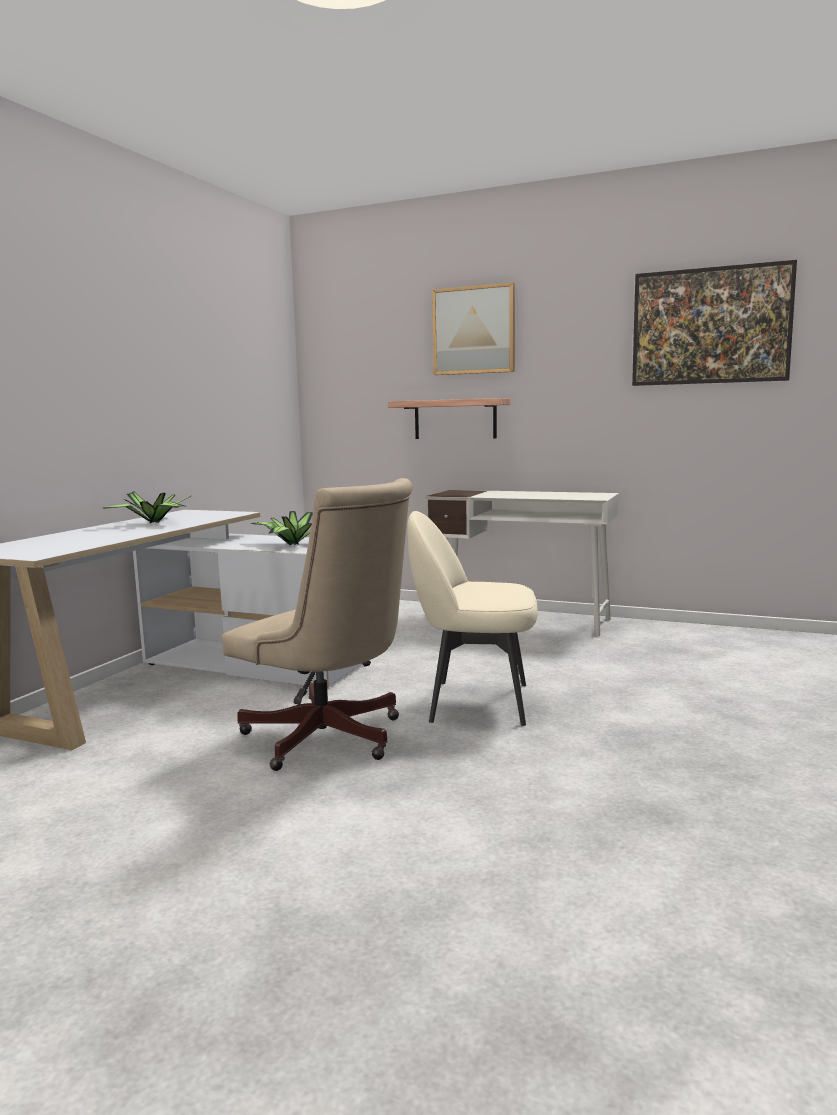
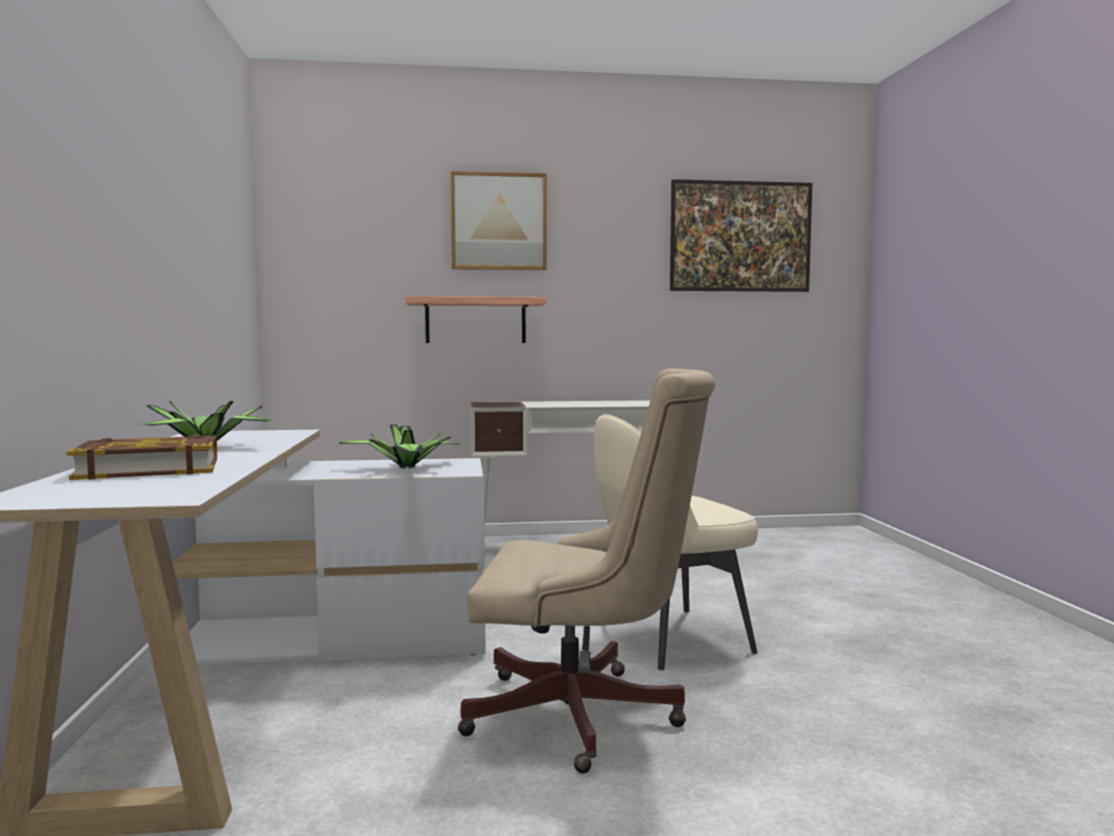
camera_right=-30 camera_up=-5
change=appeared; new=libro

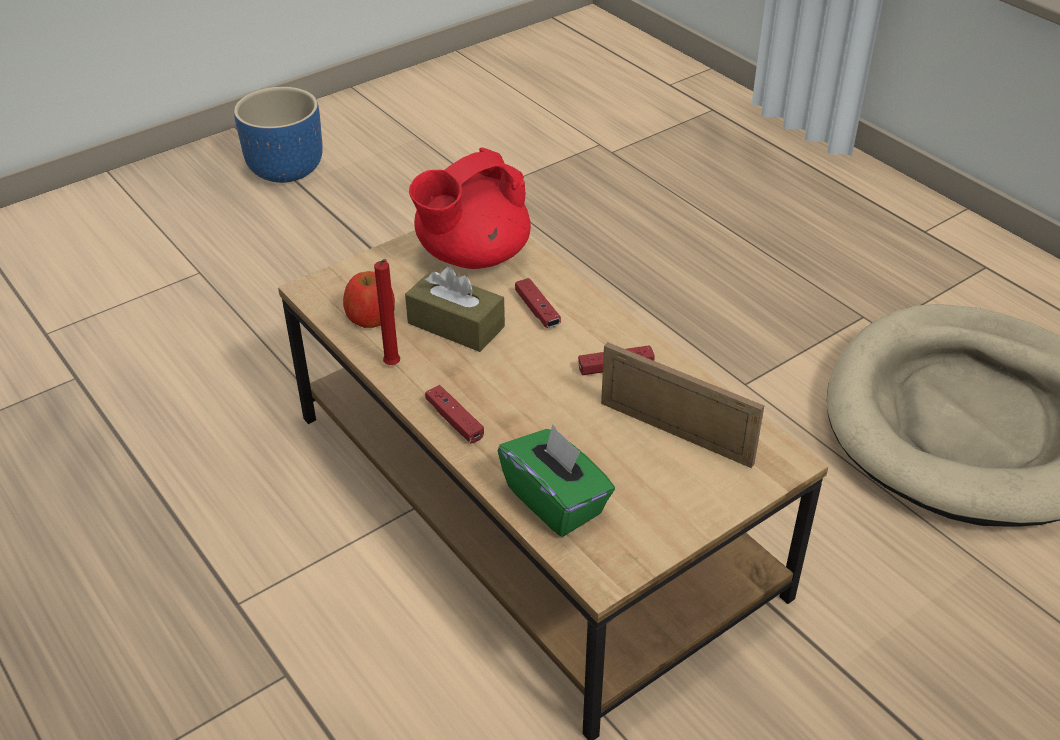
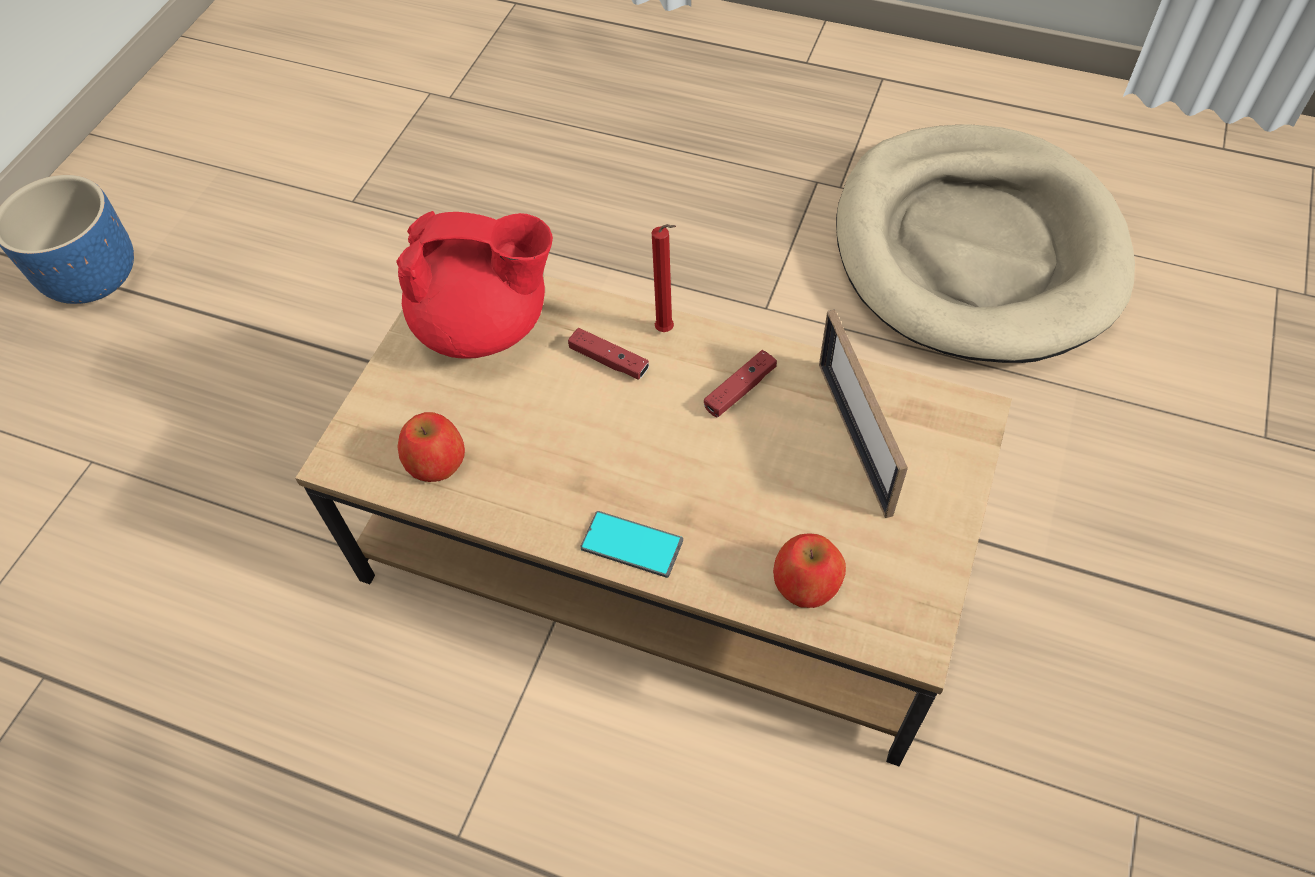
camera_right=-30 camera_up=15
change=spun; old=tetera [rojo]; degrees=-105
change=exchanged; old=mando de consola [rojo] (no. 1 from left); new=móvil
change=relocated; old=vela [rojo]
change=exchanged; old=caja de pañuelos [verde]; new=manzana (no. 2 from left)
change=spun; old=portarretratos; degrees=-105
change=missing; old=caja de pañuelos [marrón]

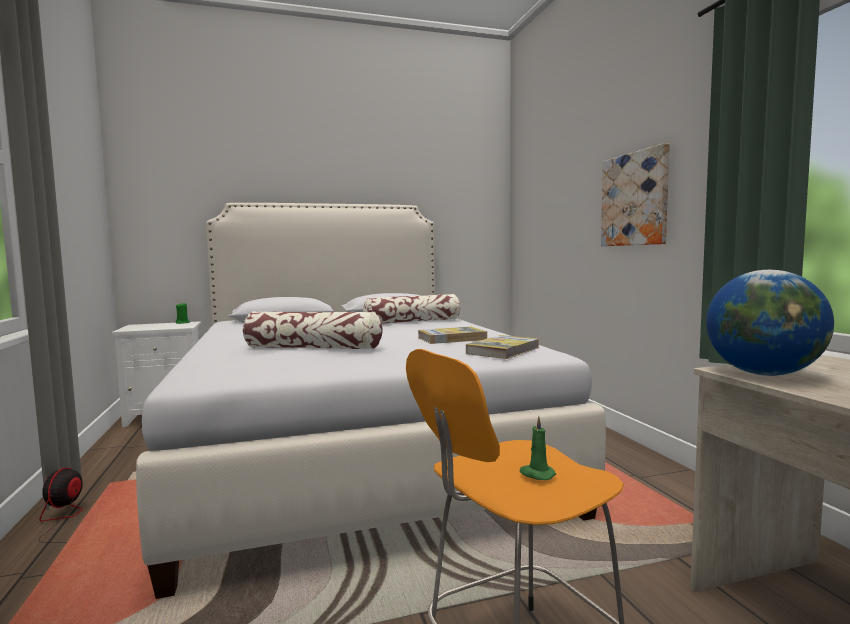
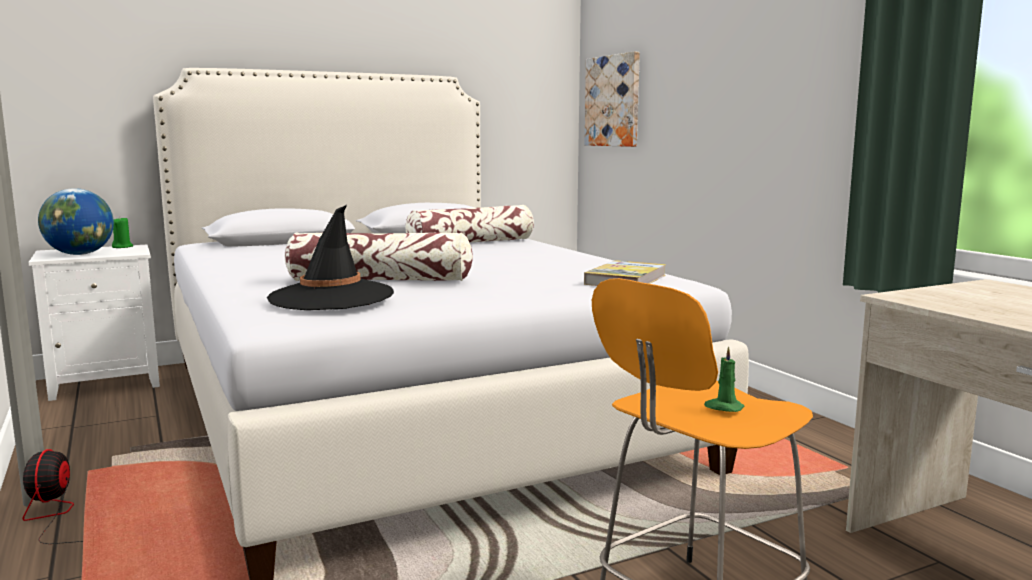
camera_right=-10 camera_up=5
change=relocated; old=globo terráqueo
change=appeared; new=sombrero [negro]
change=relocated; old=cuadro
change=missing; old=libro (no. 1 from left)

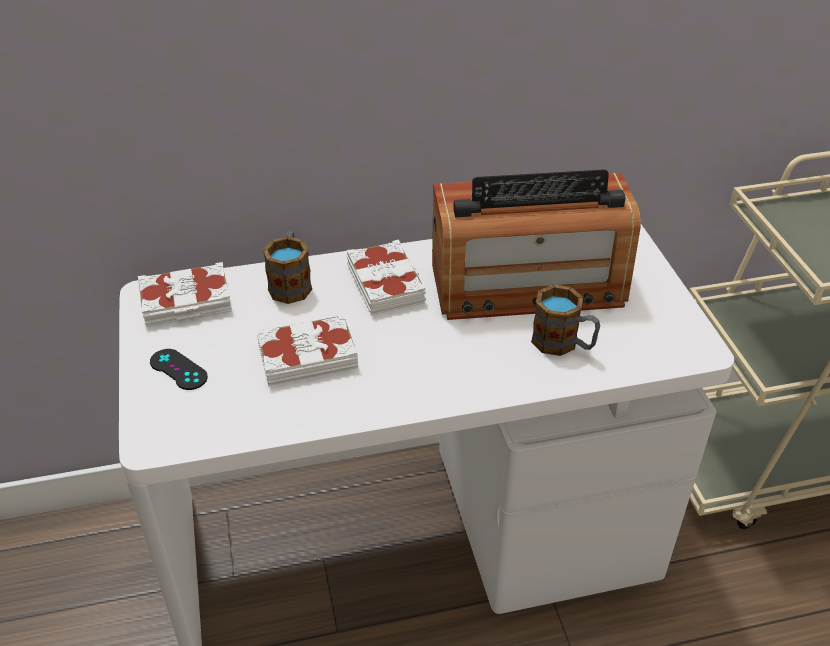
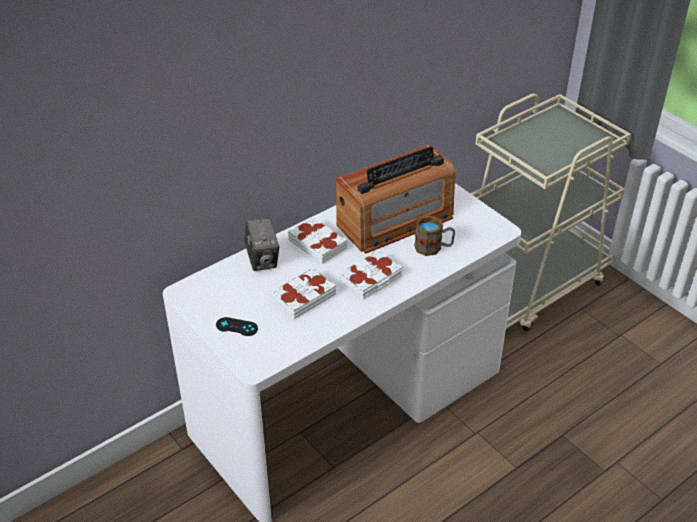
camera_right=-25 camera_up=0
change=exchanged; old=taza grande (no. 1 from left); new=cámara
change=relocated; old=libro [blanco] (no. 1 from left in the first image); new=libro [blanco] (no. 3 from left)

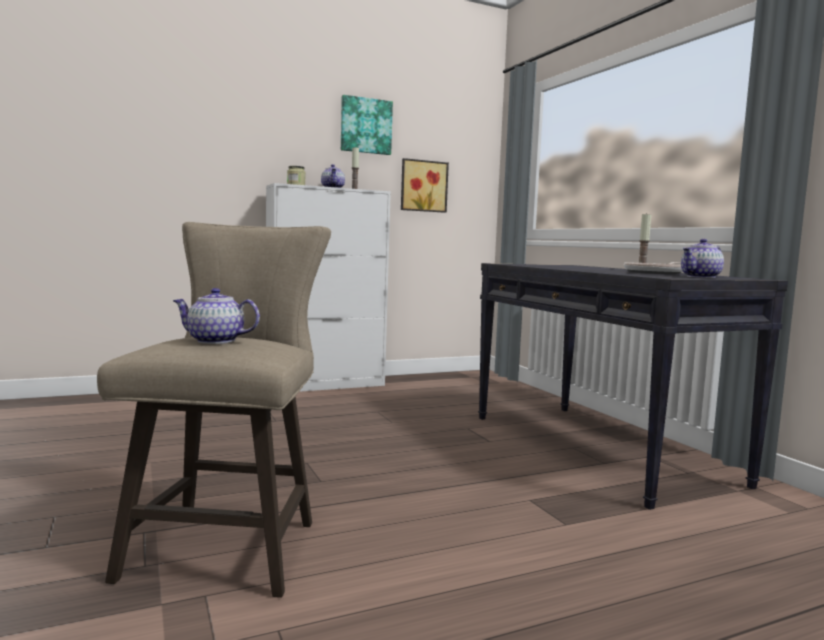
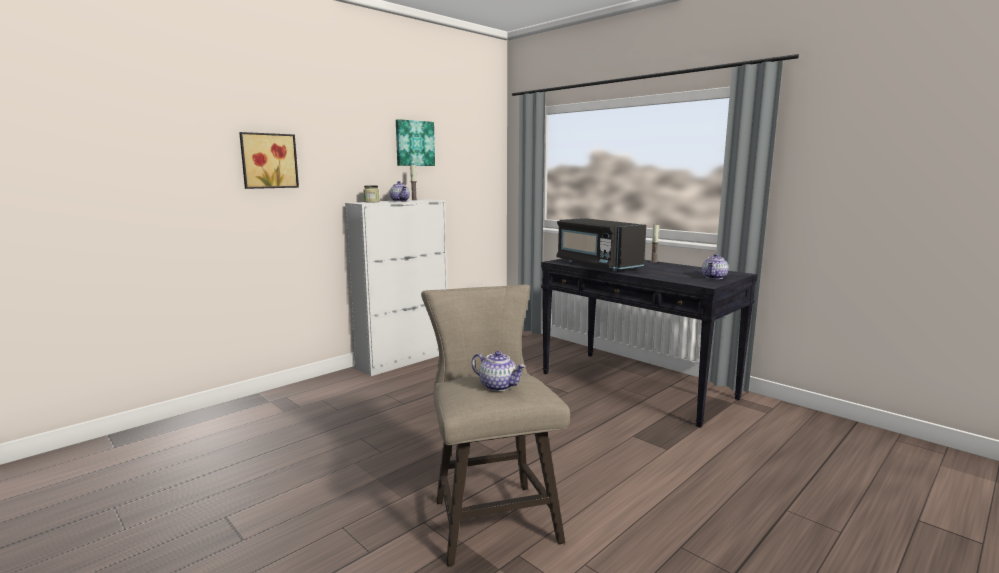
camera_right=-20 camera_up=5
change=relocated; old=cuadro (no. 2 from left in the first image); new=cuadro (no. 1 from left)
change=spun; old=tetera (no. 1 from left in the first image); degrees=-135
change=appeared; new=microondas [negro]
change=missing; old=sartén

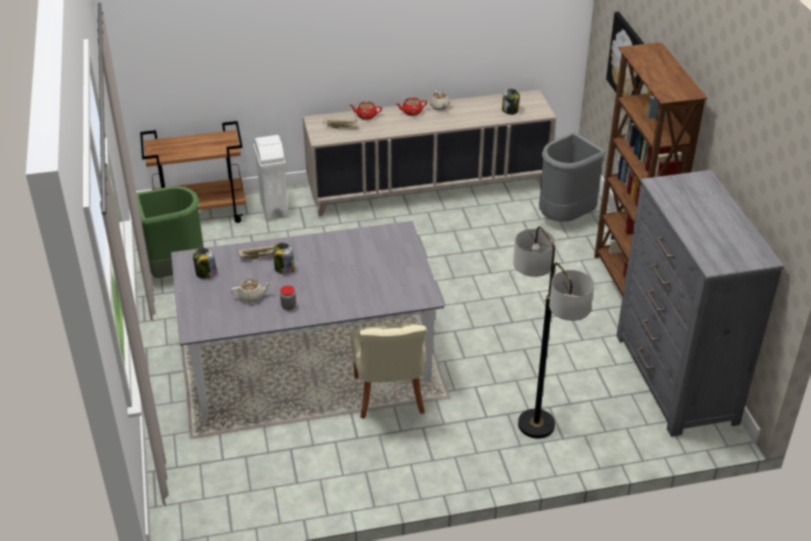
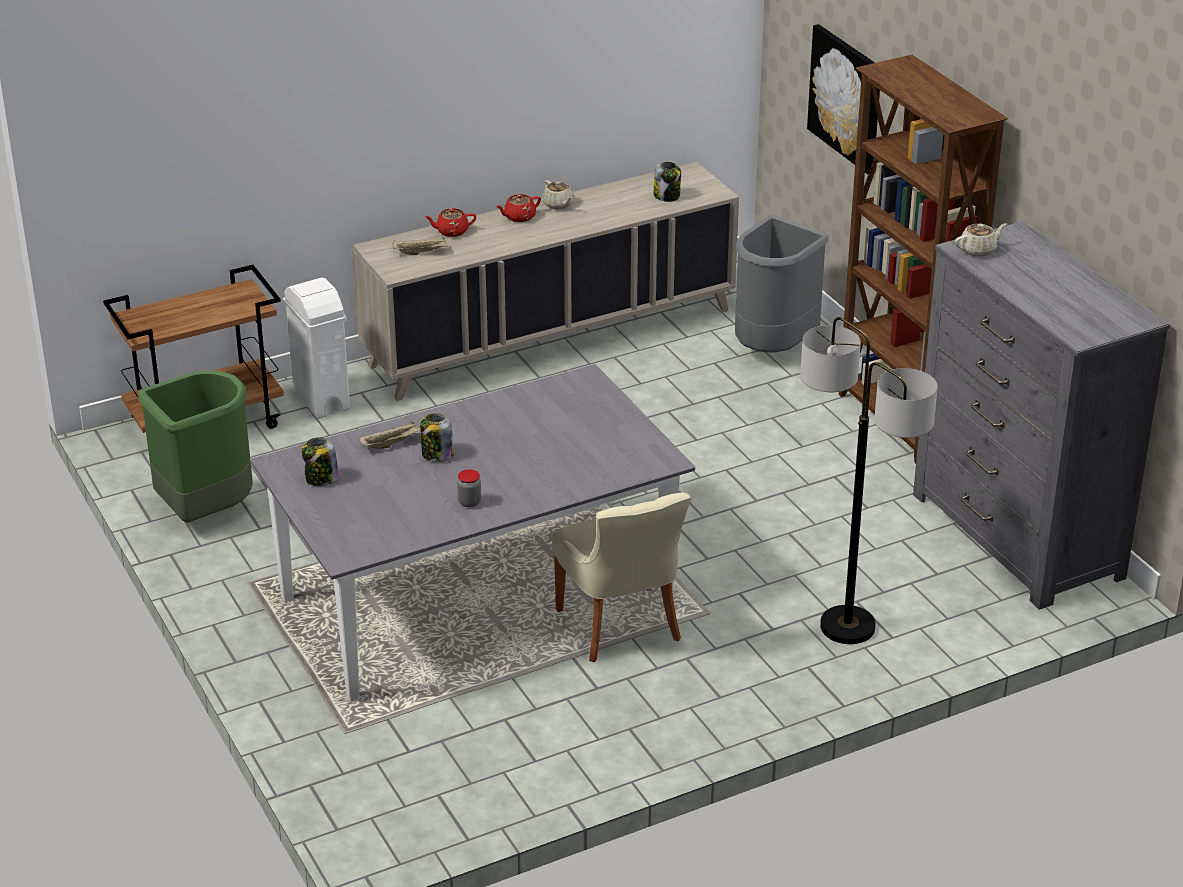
camera_right=-15 camera_up=-5
change=relocated; old=tetera [beis] (no. 1 from left in the first image); new=tetera [beis] (no. 2 from left)

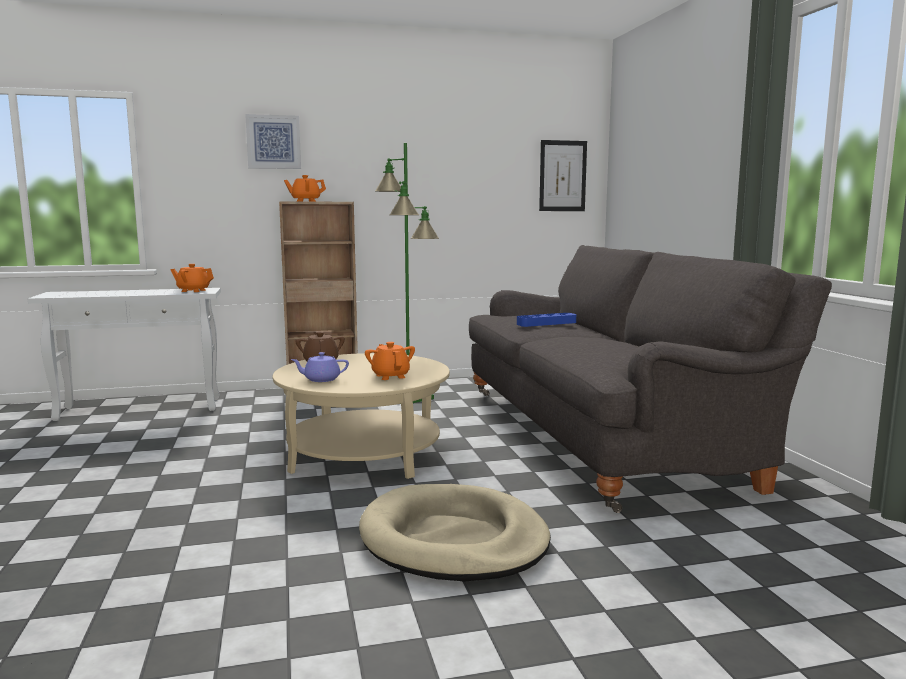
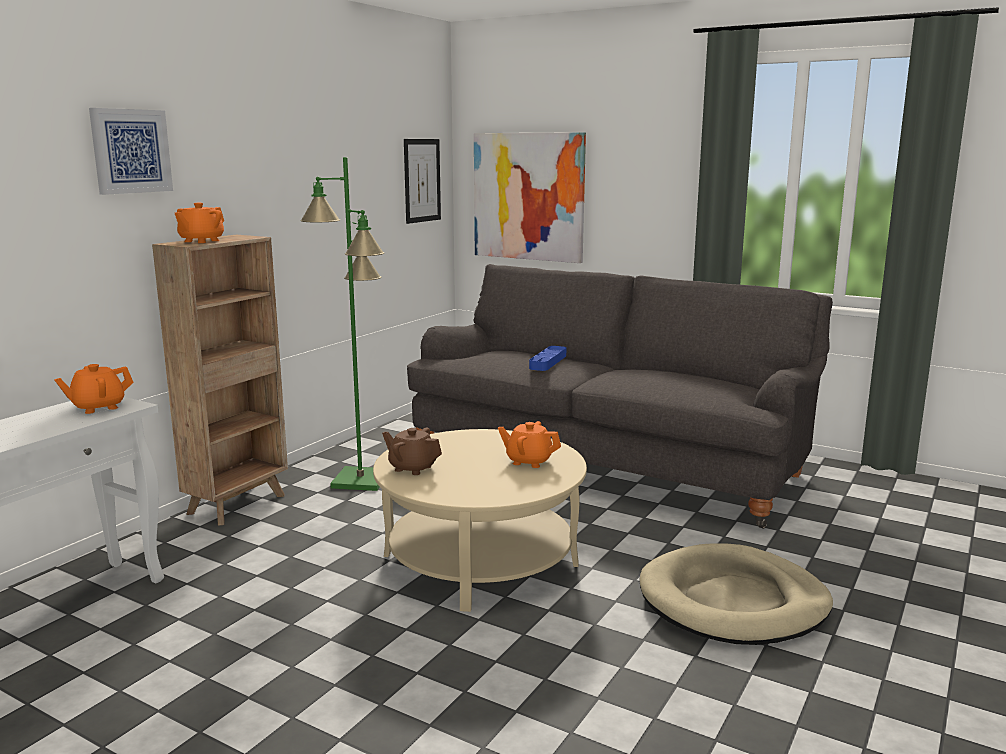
camera_right=-45 camera_up=5
change=appeared; new=cuadro (no. 3 from left)
change=missing; old=tetera [morado]

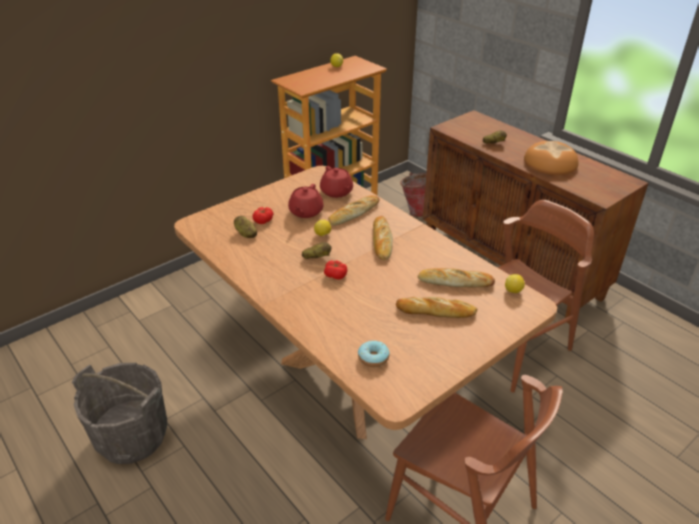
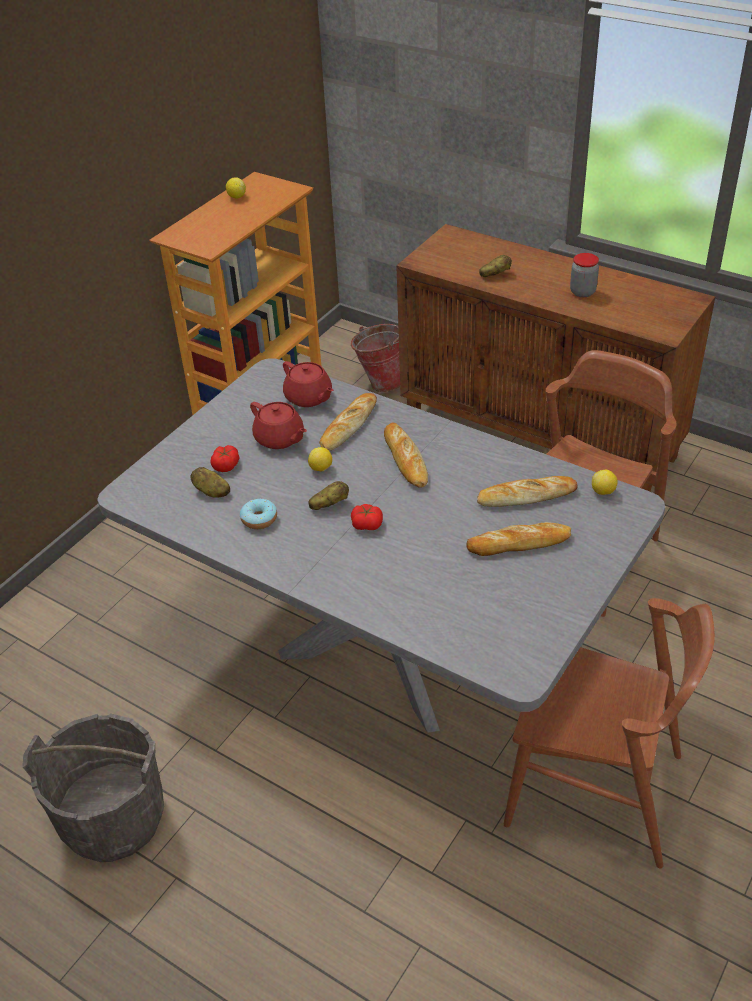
camera_right=-15 camera_up=5
change=colour; old=mesa de comedor [marrón]; new=mesa de comedor [gris]
change=relocated; old=rosquilla
change=spun; old=tetera [rojo] (no. 1 from left); degrees=-45
change=exchanged; old=pan (no. 5 from left); new=tarro

